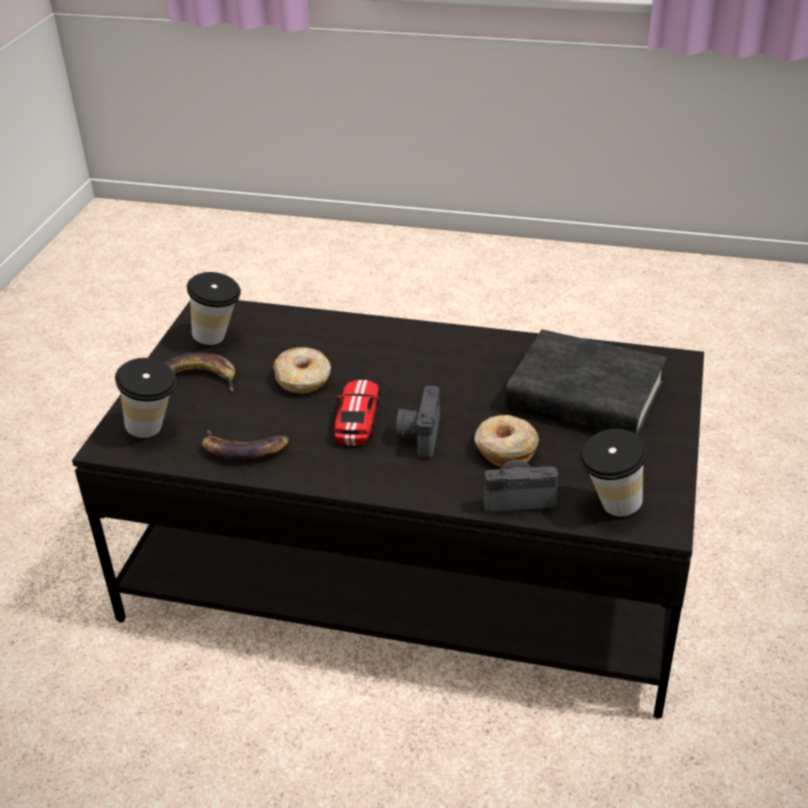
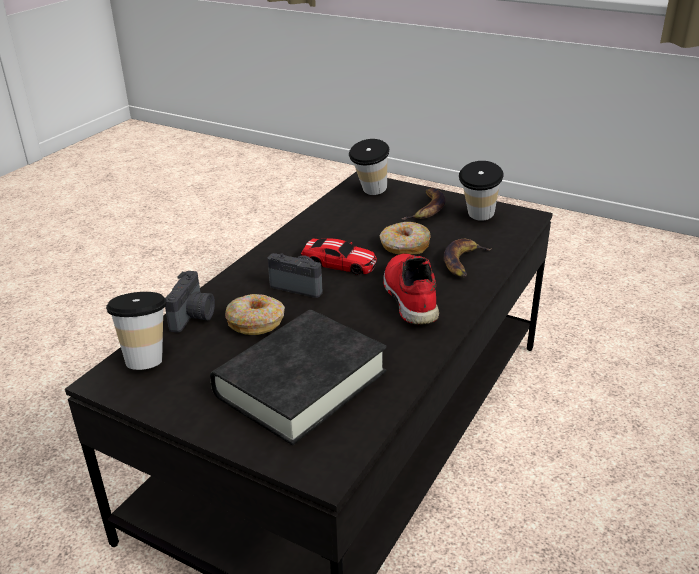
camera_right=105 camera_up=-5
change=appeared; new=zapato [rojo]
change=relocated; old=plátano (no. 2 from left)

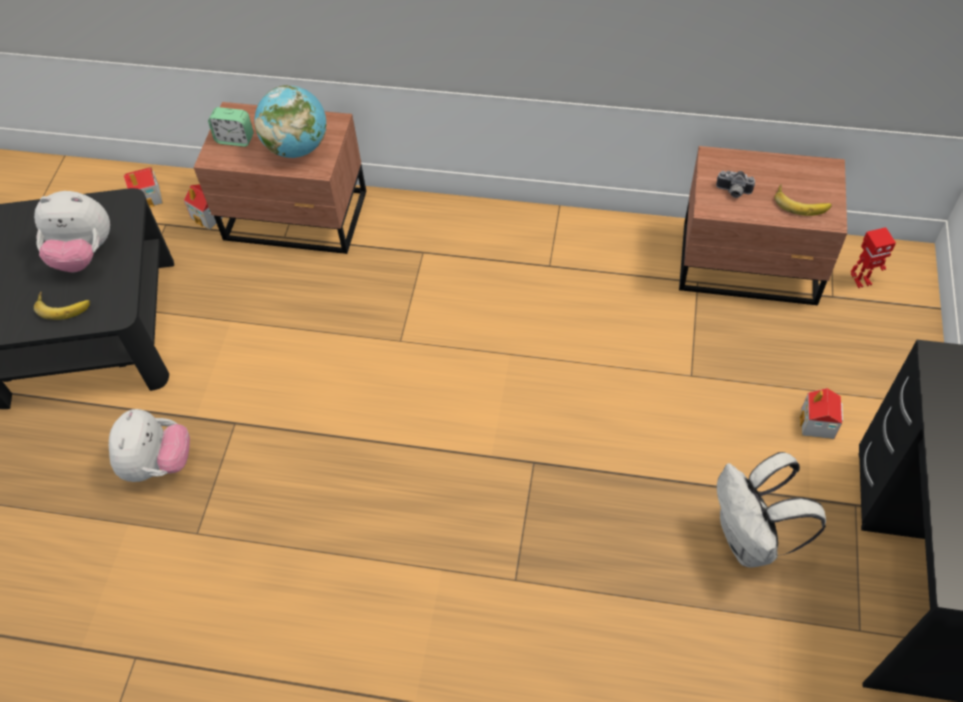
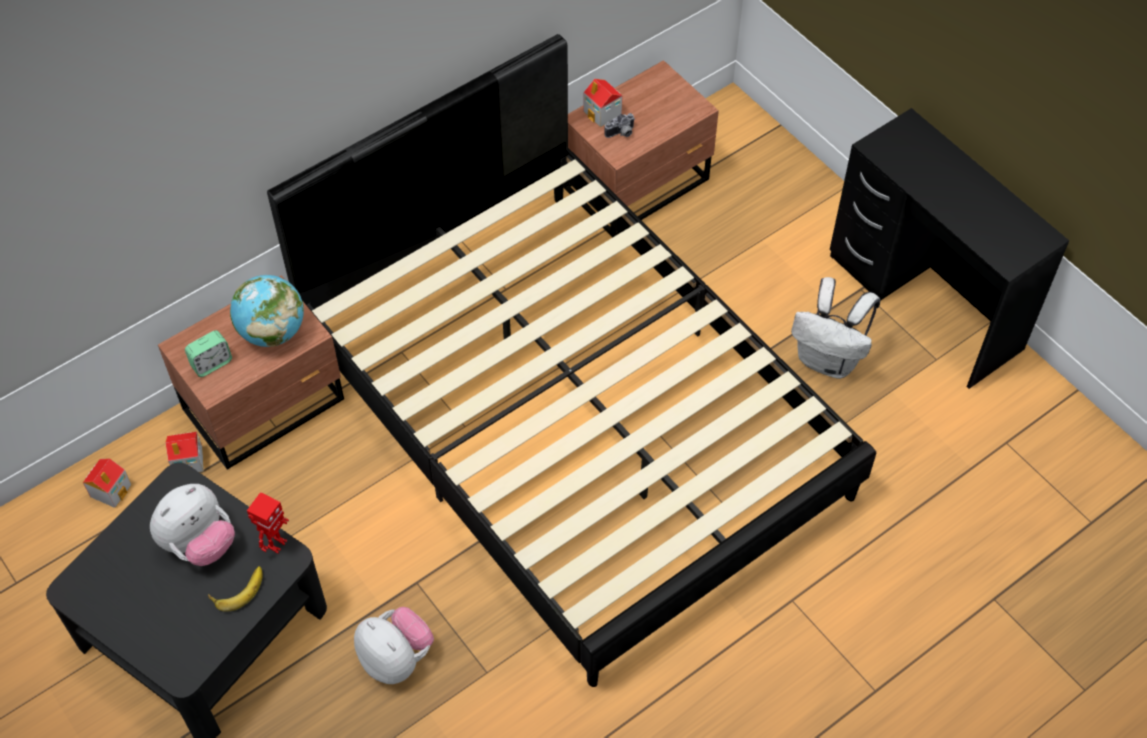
camera_right=-50 camera_up=0
change=relocated; old=robot de juguete
change=appeared; new=cama [negro]
change=relocated; old=casita (no. 3 from left)
change=missing; old=plátano (no. 2 from left)

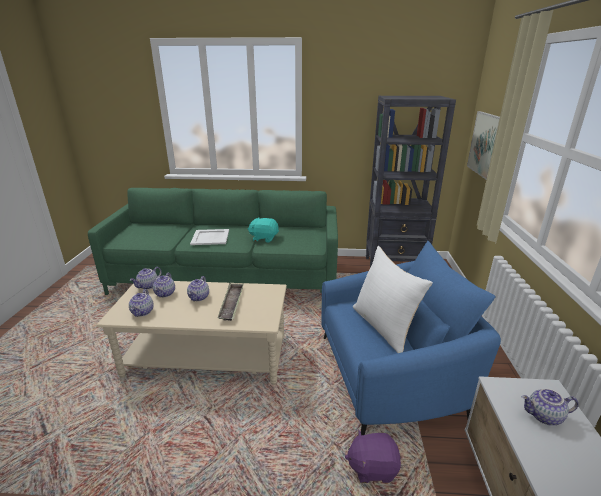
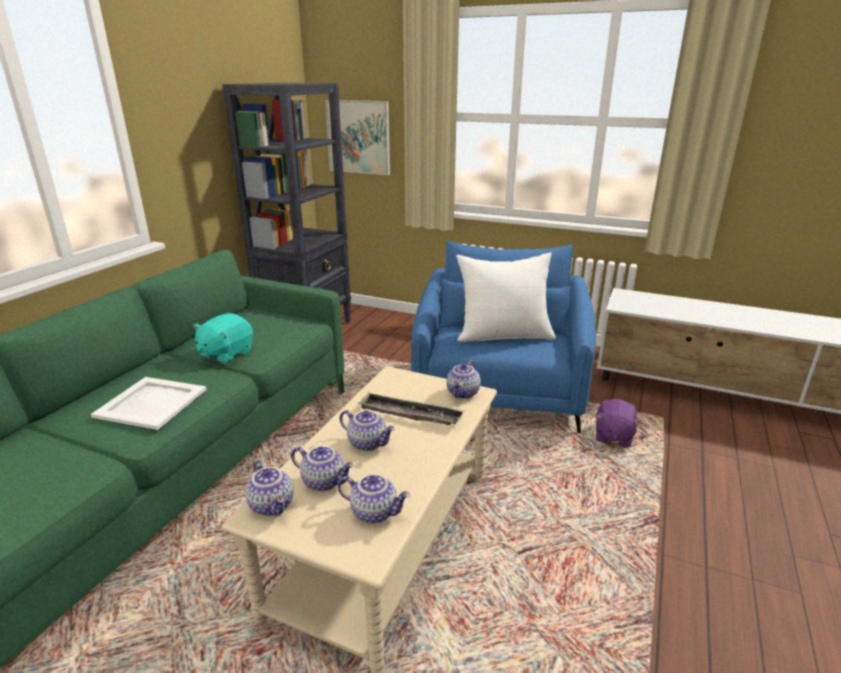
camera_right=-70 camera_up=0
change=relocated; old=tetera (no. 5 from left)

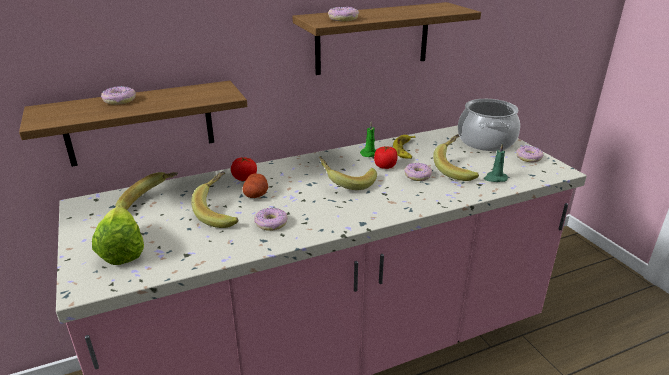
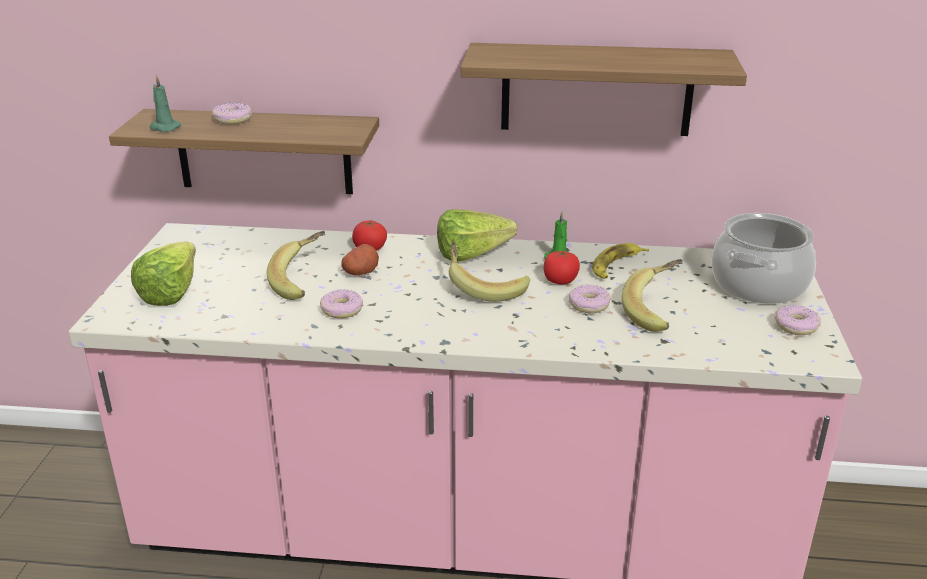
camera_right=30 camera_up=0
change=relocated; old=vela [verde] (no. 2 from left in the first image); new=vela [verde] (no. 1 from left)
change=appeared; new=lechuga (no. 2 from left)
change=missing; old=plátano (no. 1 from left)
change=missing; old=rosquilla (no. 3 from left)

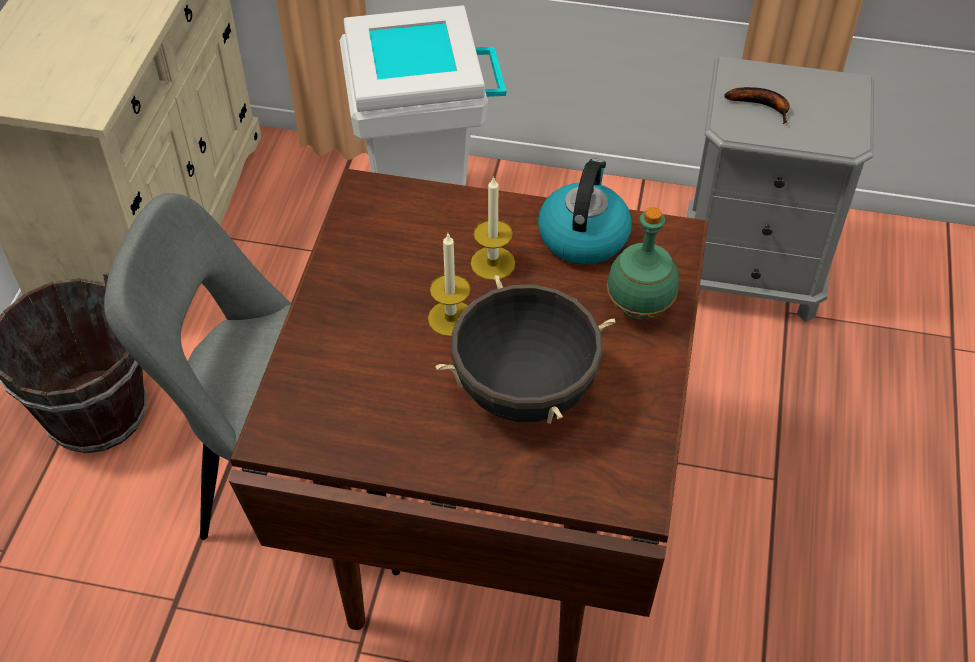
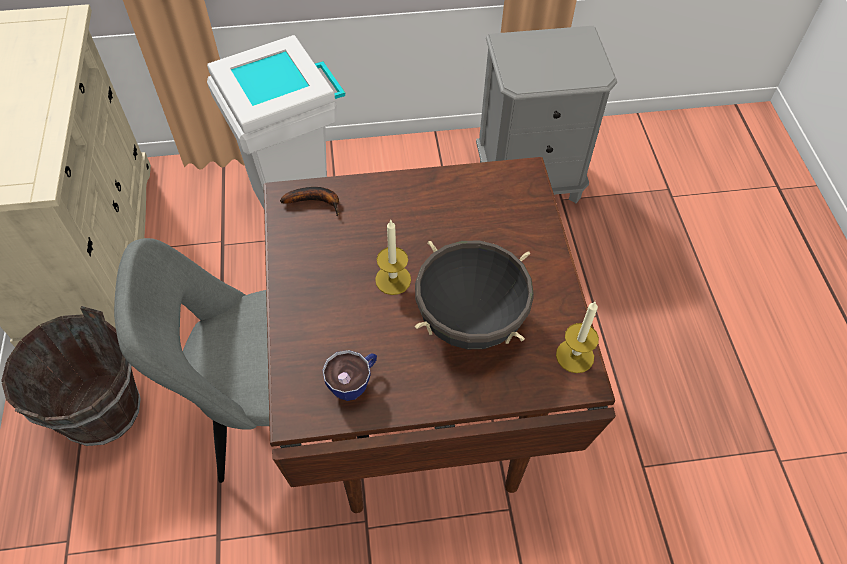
camera_right=-20 camera_up=5
change=relocated; old=plátano
change=appeared; new=taza
change=relocated; old=vela (no. 2 from left)
change=missing; old=hervidor
change=missing; old=botella [verde]

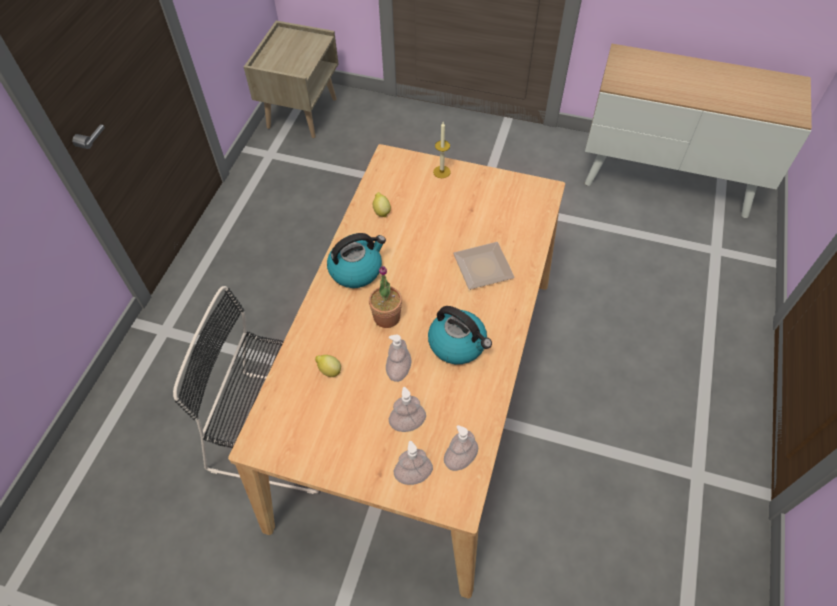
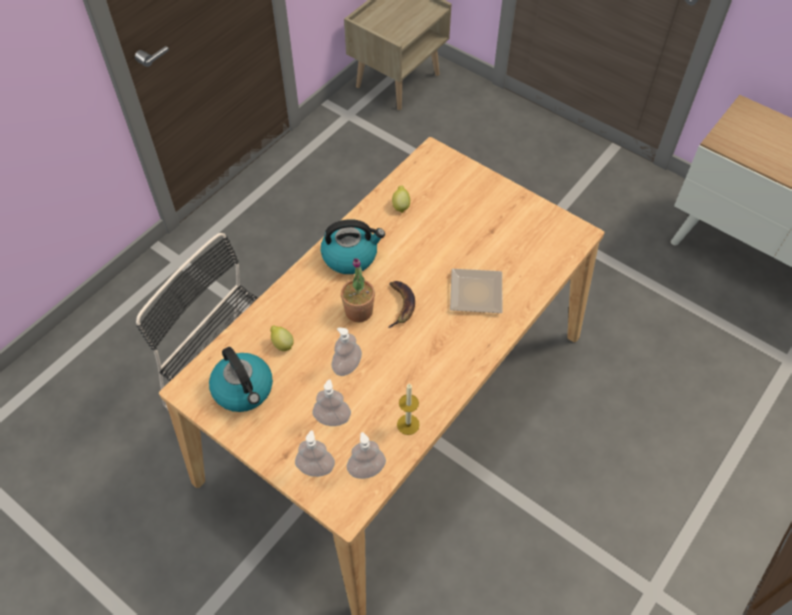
camera_right=20 camera_up=0
change=relocated; old=hervidor (no. 2 from left in the first image); new=hervidor (no. 1 from left)
change=appeared; new=plátano
change=relocated; old=vela

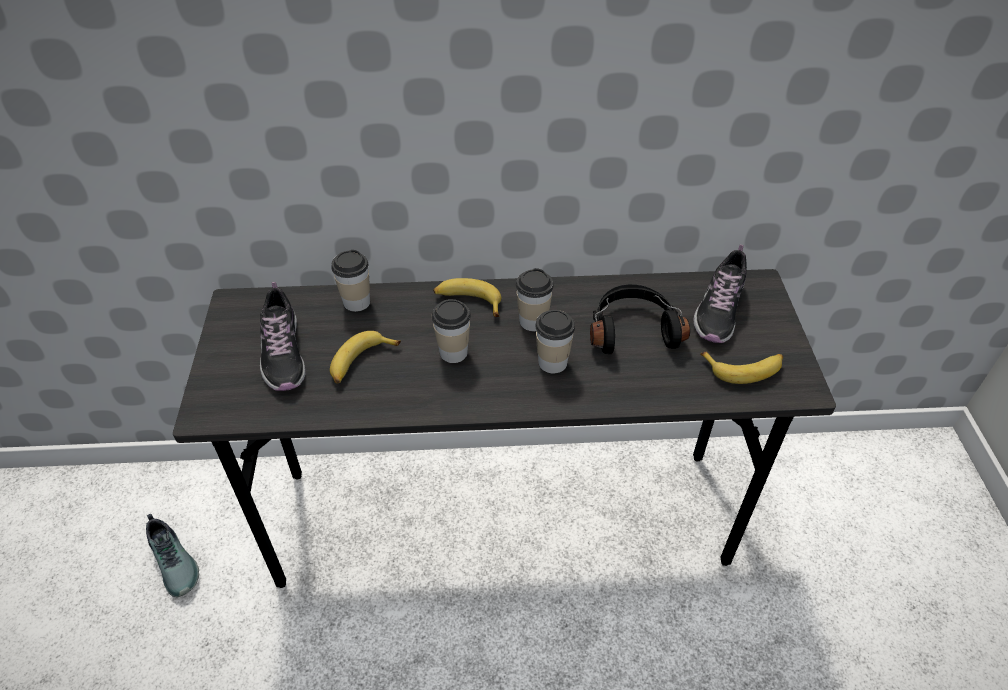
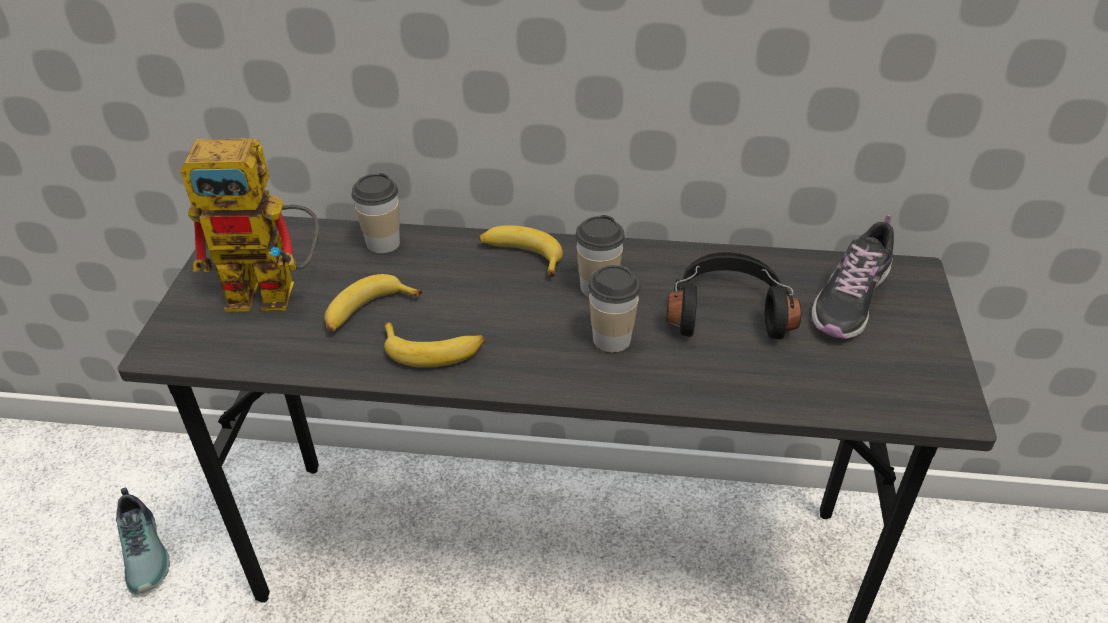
camera_right=10 camera_up=-5
change=exchanged; old=zapato (no. 2 from left); new=robot de juguete
change=relocated; old=plátano (no. 3 from left in the first image); new=plátano (no. 2 from left)
change=missing; old=taza (no. 2 from left)

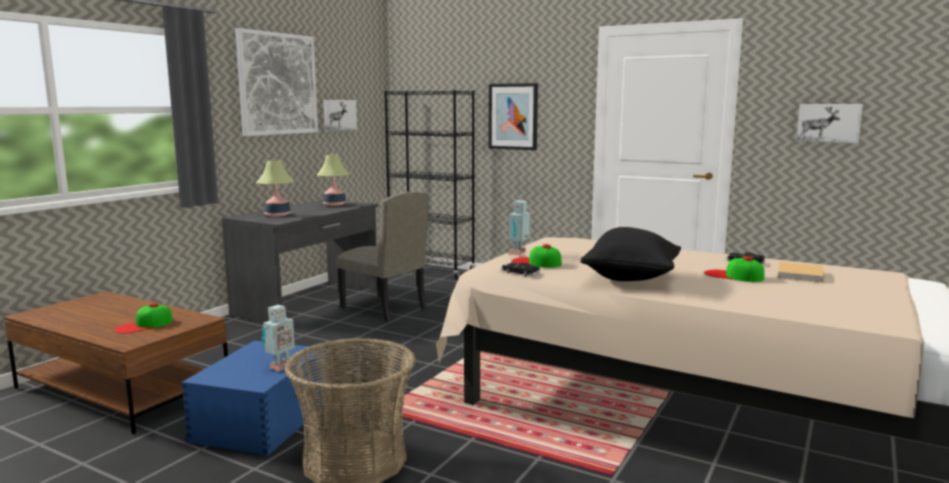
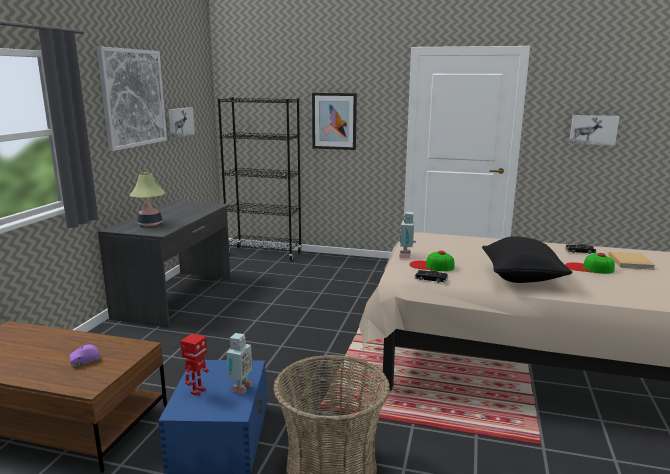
camera_right=-15 camera_up=5
change=exchanged; old=gorra (no. 1 from left); new=coche de juguete [morado]
change=appeared; new=robot de juguete (no. 1 from left)
change=missing; old=lámpara de mesa (no. 2 from left)
change=missing; old=silla [beis]

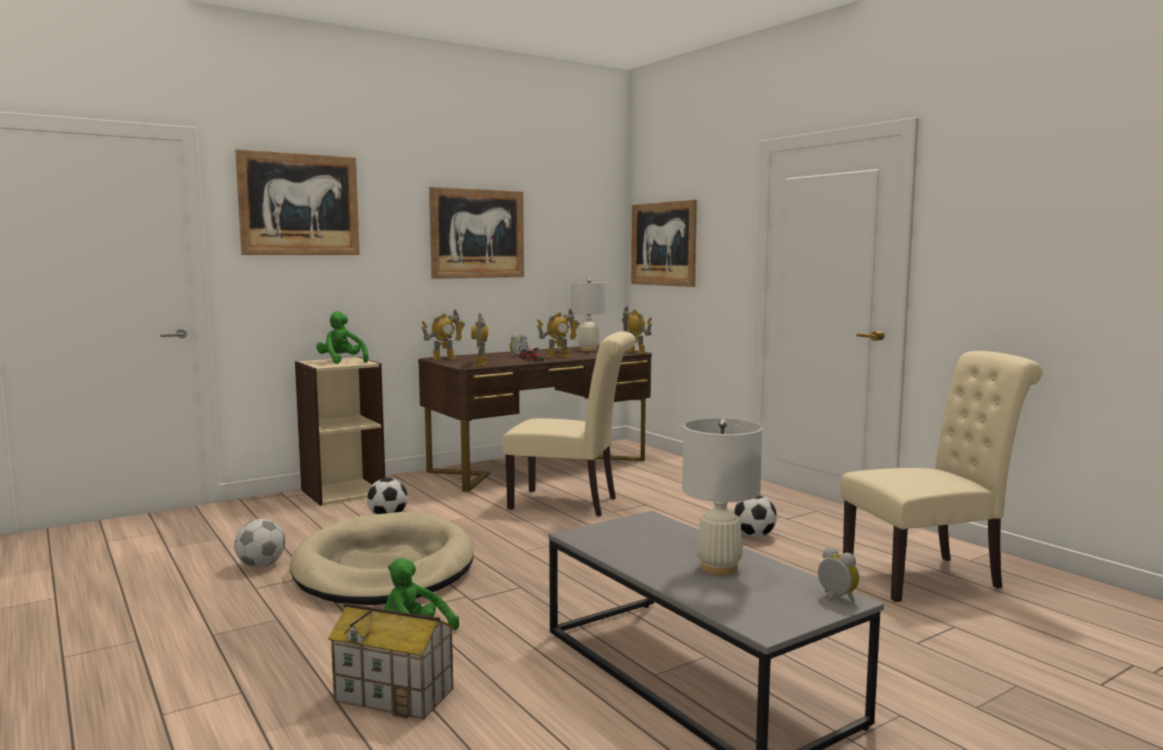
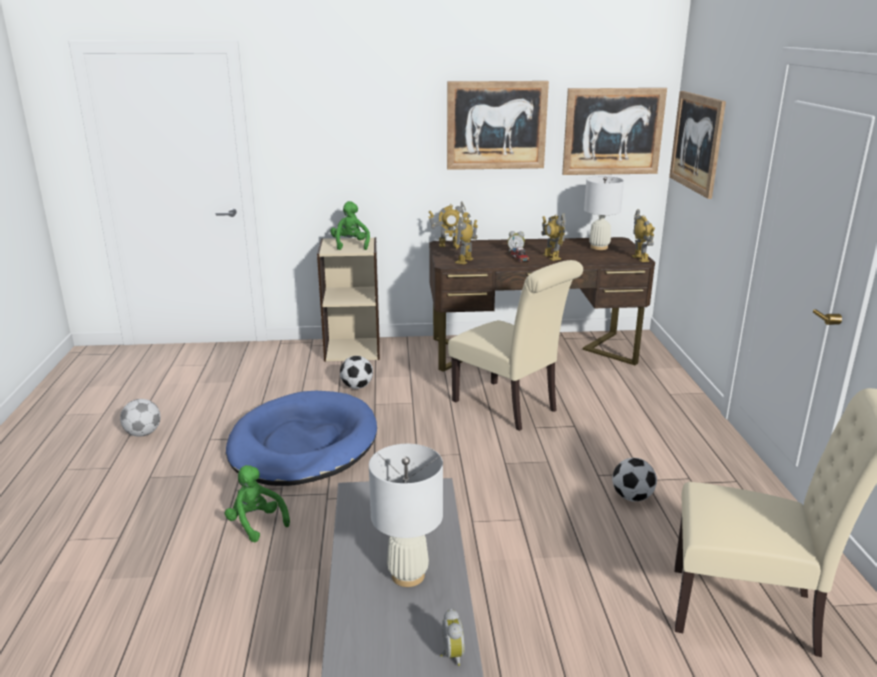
camera_right=30 camera_up=15
change=relocated; old=balón de fútbol (no. 1 from left)
change=colour; old=cama para perro [beis]; new=cama para perro [azul]
change=spun; old=robot de juguete (no. 3 from left); degrees=60
change=relocated; old=cuadro (no. 1 from left in the first image); new=cuadro (no. 2 from left)
change=missing; old=casita

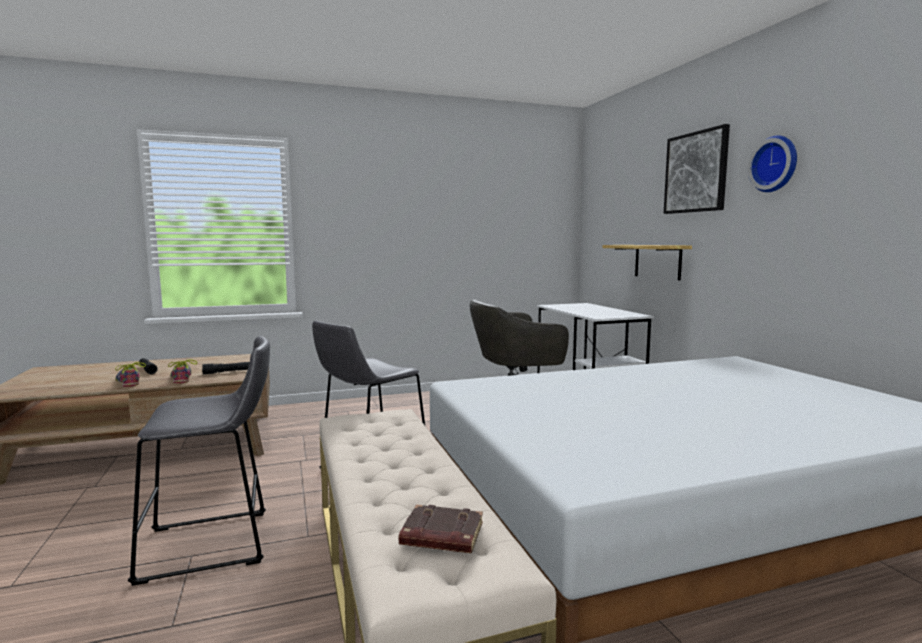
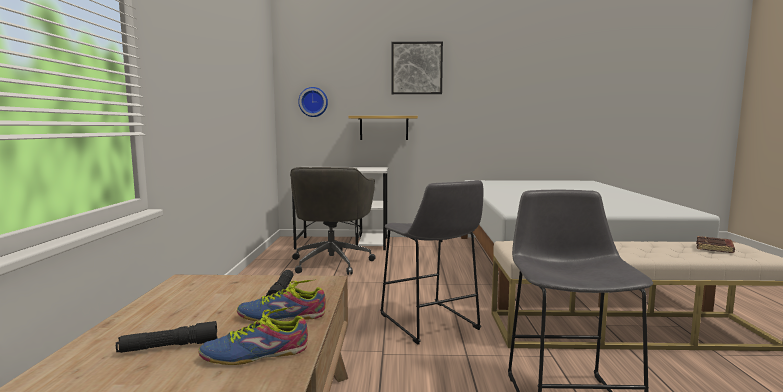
camera_right=-70 camera_up=0
change=relocated; old=reloj de pared

